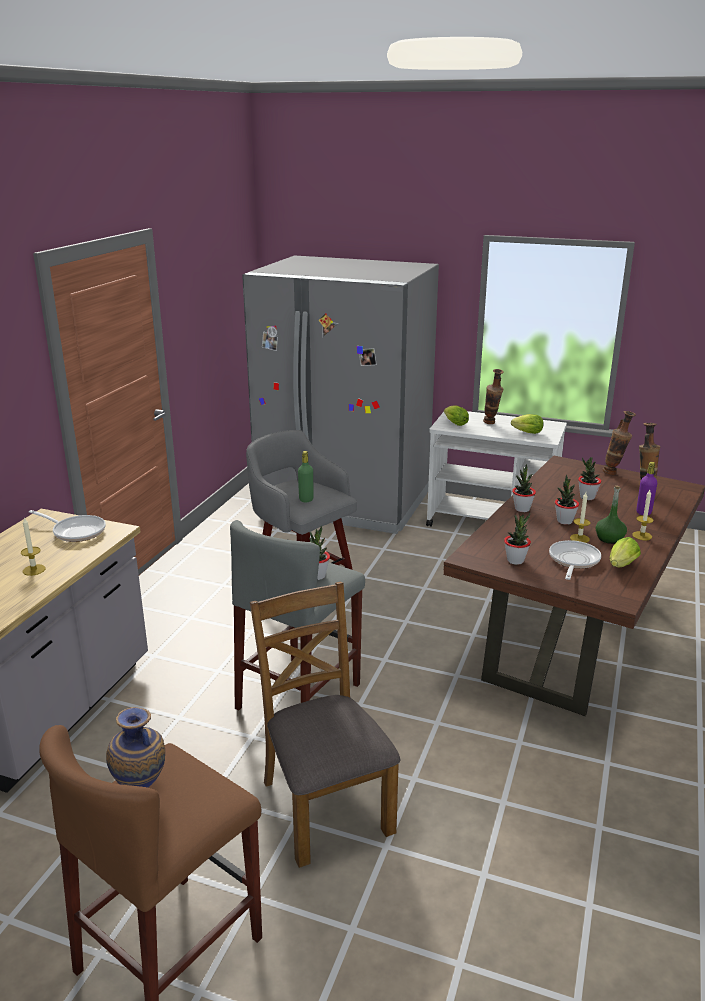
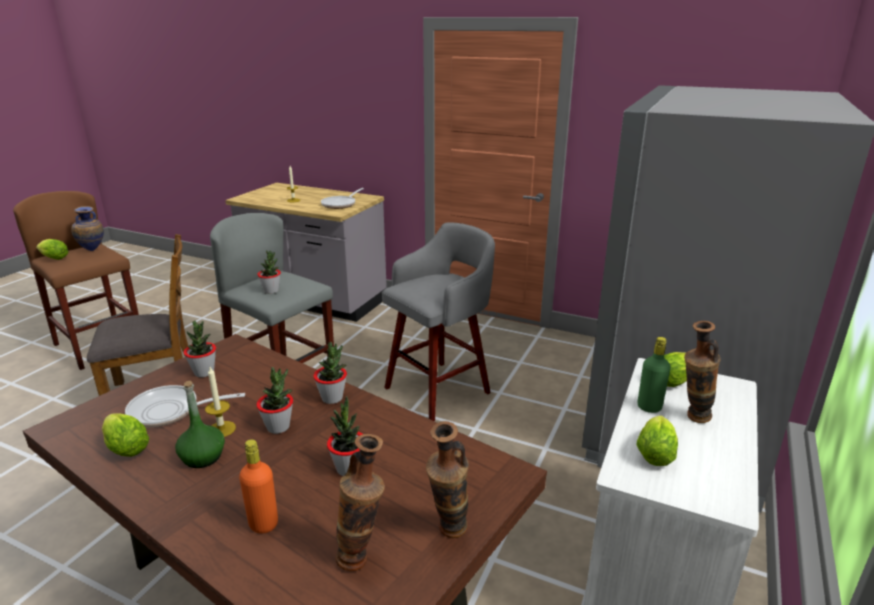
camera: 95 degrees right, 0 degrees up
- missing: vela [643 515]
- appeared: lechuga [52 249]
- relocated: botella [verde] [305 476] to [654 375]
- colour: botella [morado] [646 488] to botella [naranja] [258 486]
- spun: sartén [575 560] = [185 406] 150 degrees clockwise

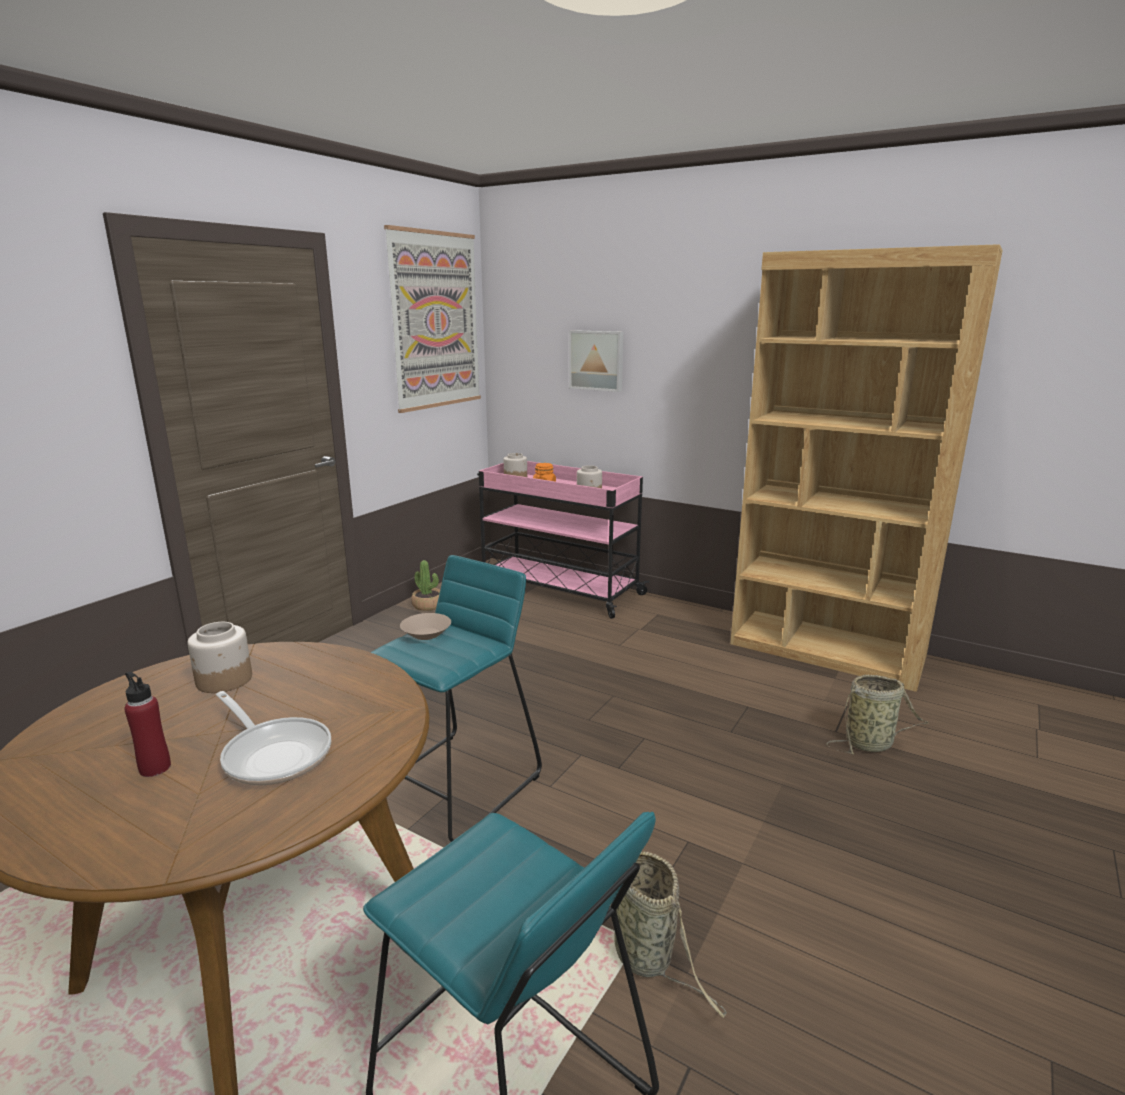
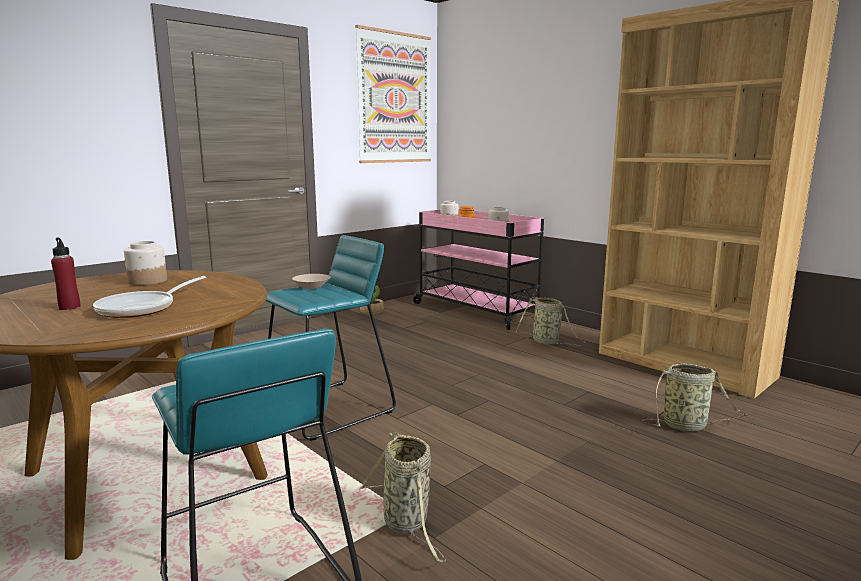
camera: 15 degrees right, 5 degrees down
- missing: cuadro [596 361]
- appeared: cesta [551 321]
- spun: sartén [273 738] = [149 297] 60 degrees clockwise

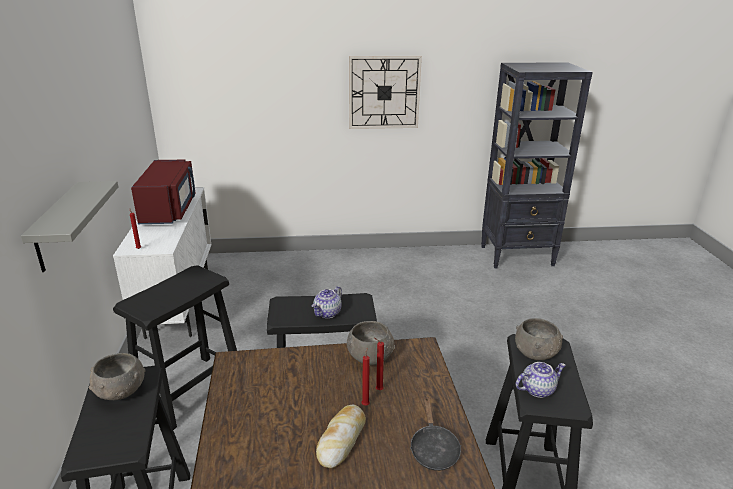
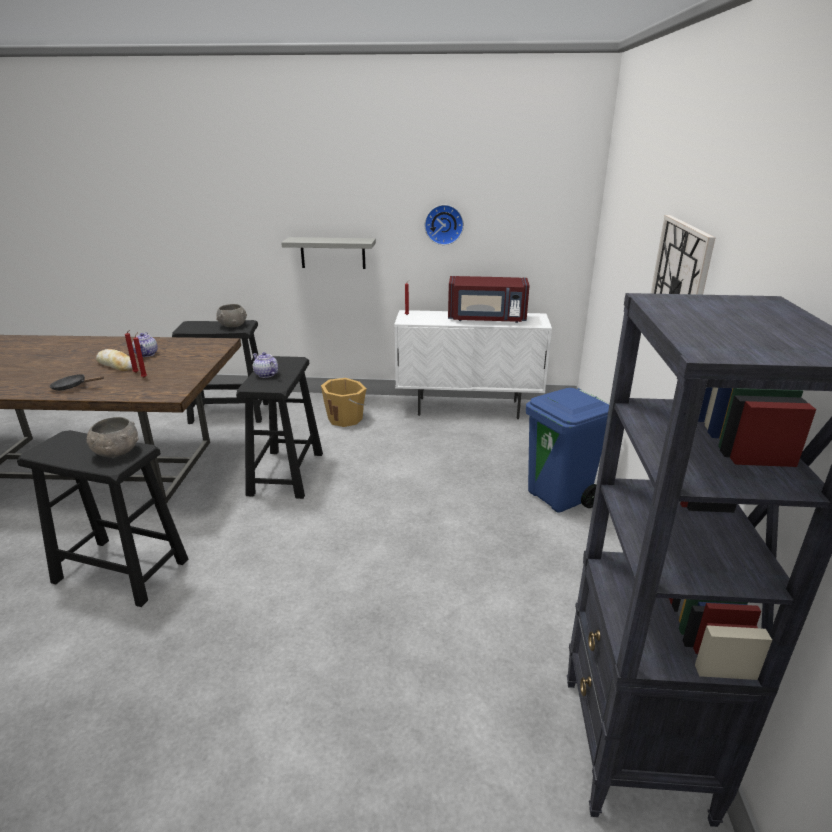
camera: 100 degrees right, 0 degrees up
- missing: cuenco [gris] [371 343]
- appeared: reloj de pared [444 225]
- appeared: papelera [azul] [568 450]
- relocated: tetera [540 380] to [145 344]
- exchanged: taburete [negro] [175 347] to cubo [naranja] [344 402]

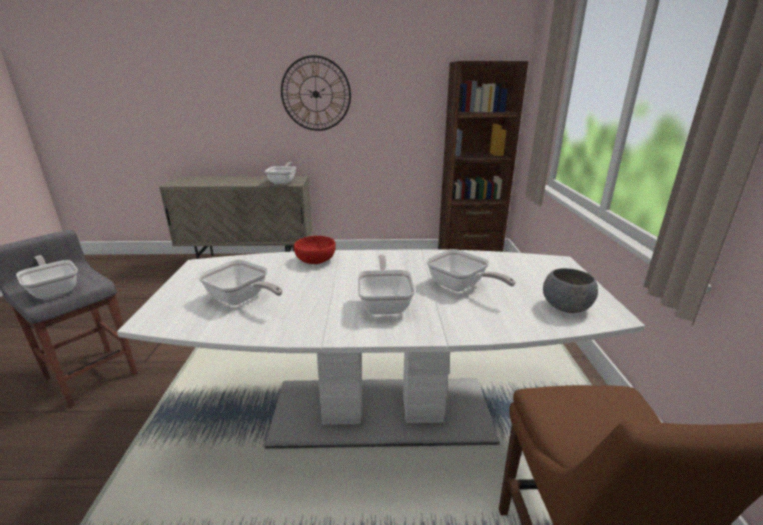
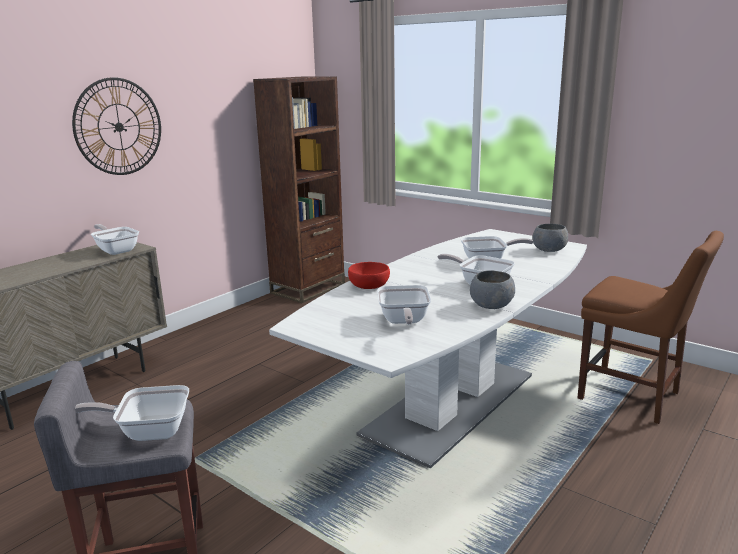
camera: 50 degrees left, 5 degrees down
- appeared: cuenco [gris] [492 289]
- spun: sartén [240 282] = [404 305] 105 degrees clockwise

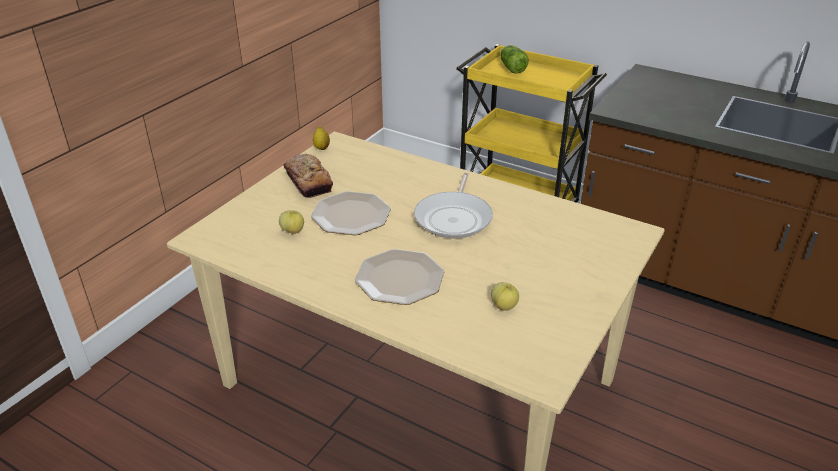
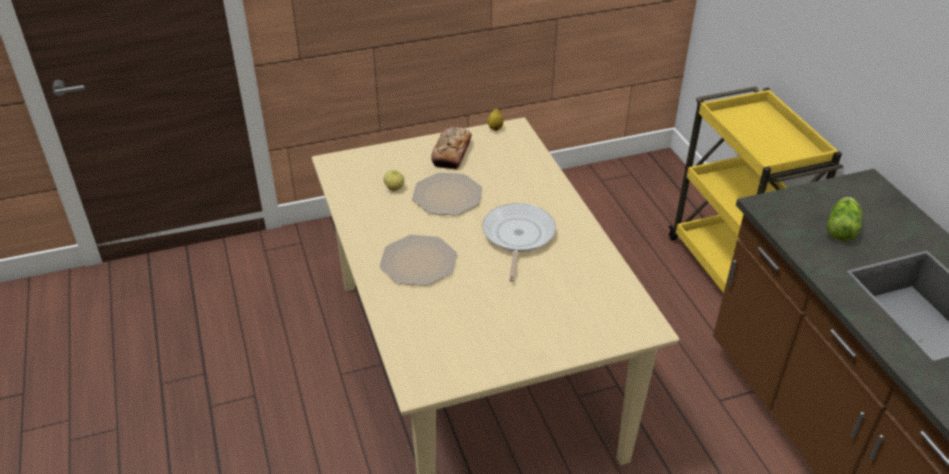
camera: 40 degrees right, 5 degrees up
- missing: manzana [505 296]
- relocated: lechuga [514 59] to [844 219]
- spun: sartén [453 205] = [519 242] 135 degrees clockwise

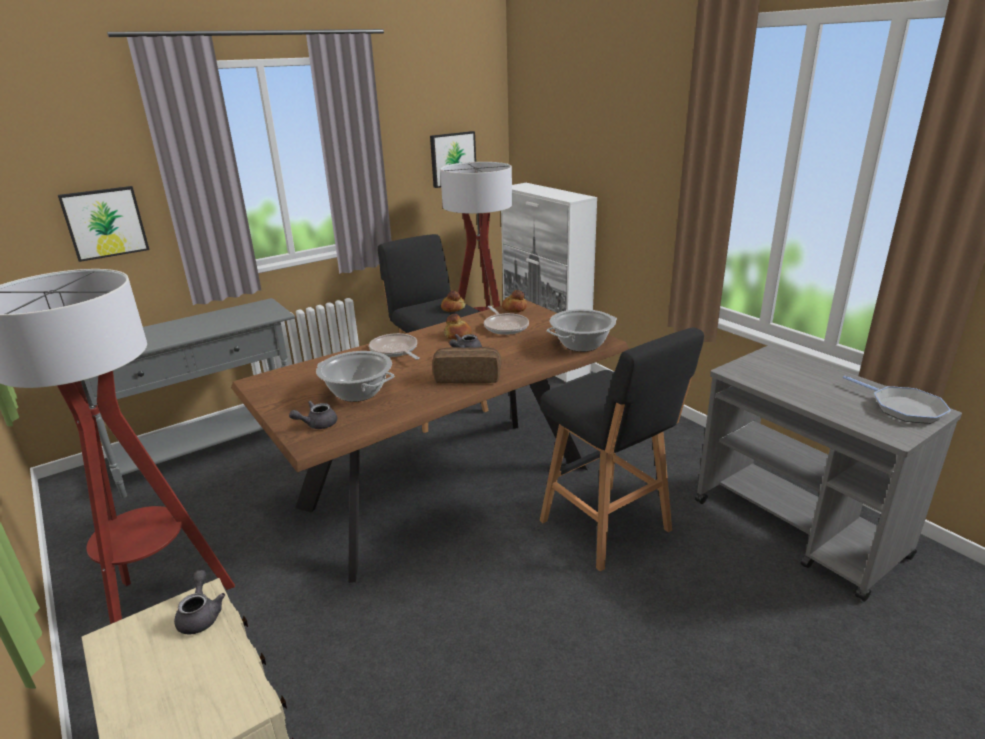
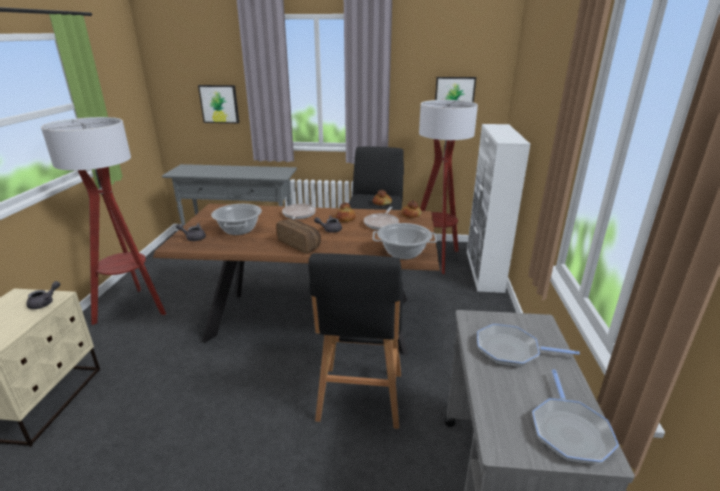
camera: 40 degrees right, 0 degrees up
- appeared: sartén [528 345]

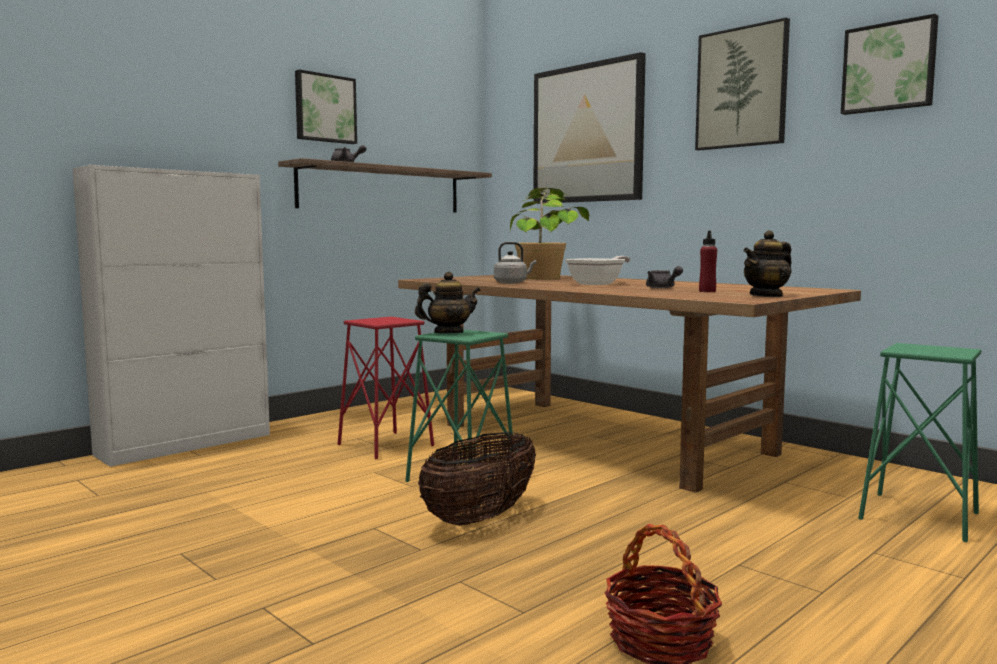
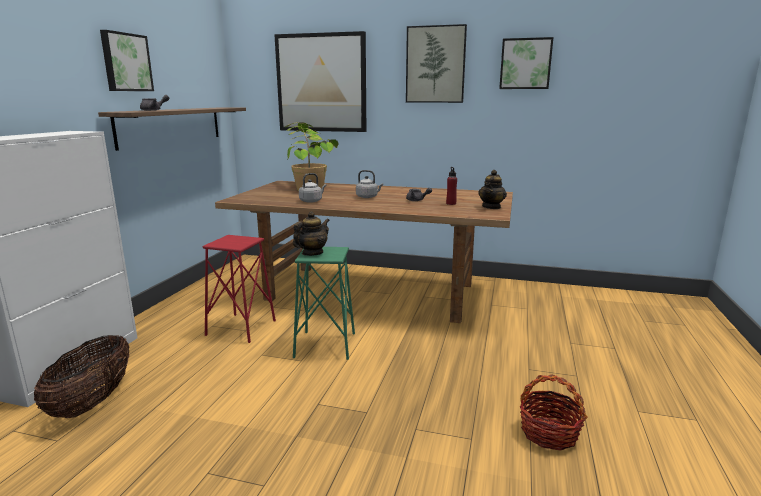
camera: 30 degrees left, 10 degrees up
- missing: taburete [verde] [919 442]
- relocated: cesta [477 479] to [81 376]
- exchanged: sartén [597 270] to hervidor [gris] [369 184]

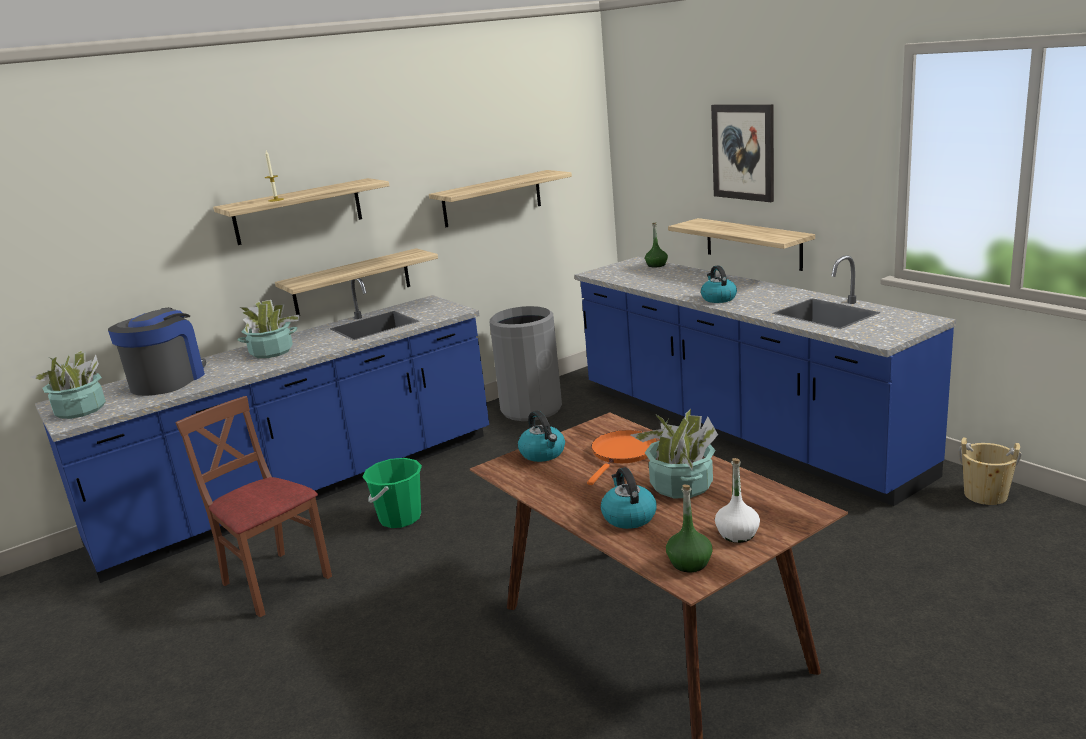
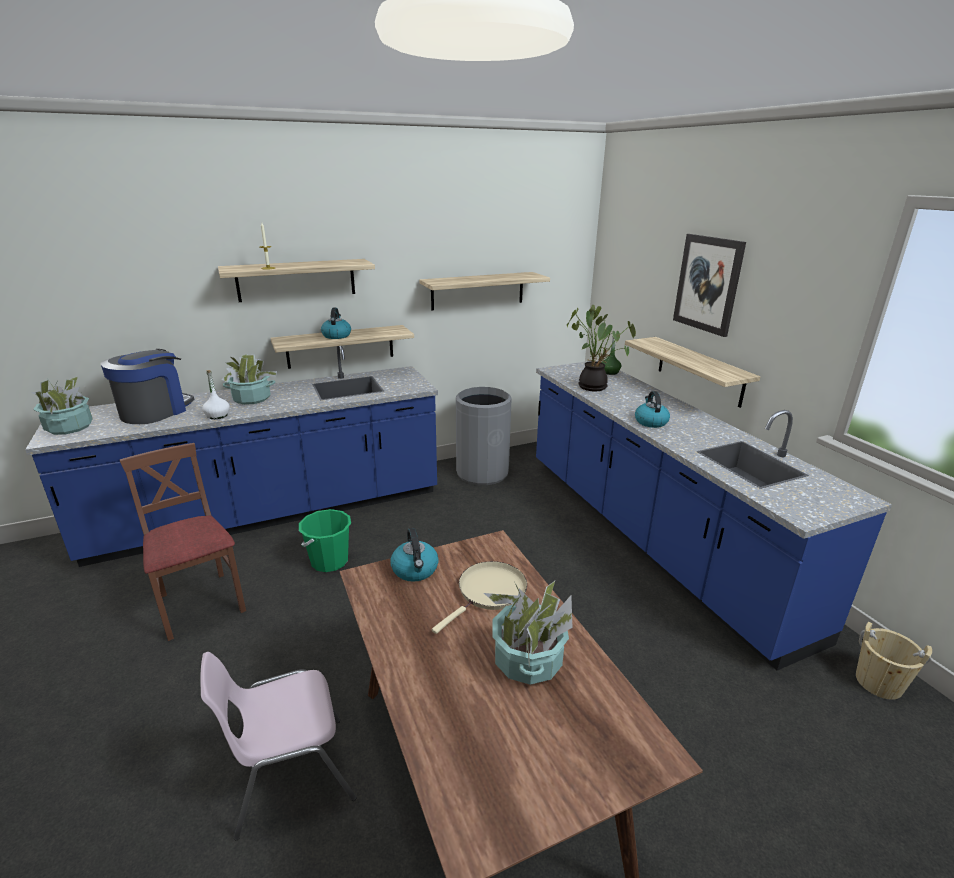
camera: 10 degrees right, 5 degrees up
- missing: botella [verde] [689 528]
- appeared: silla [rosa] [278 746]
- appeared: planta en maceta [601 348]
- relocated: hervidor [628 498] to [336 323]
- relocated: botella [blanco] [737 500] to [216 394]
- colour: sartén [naranja] [622 457] to sartén [beis] [479 597]

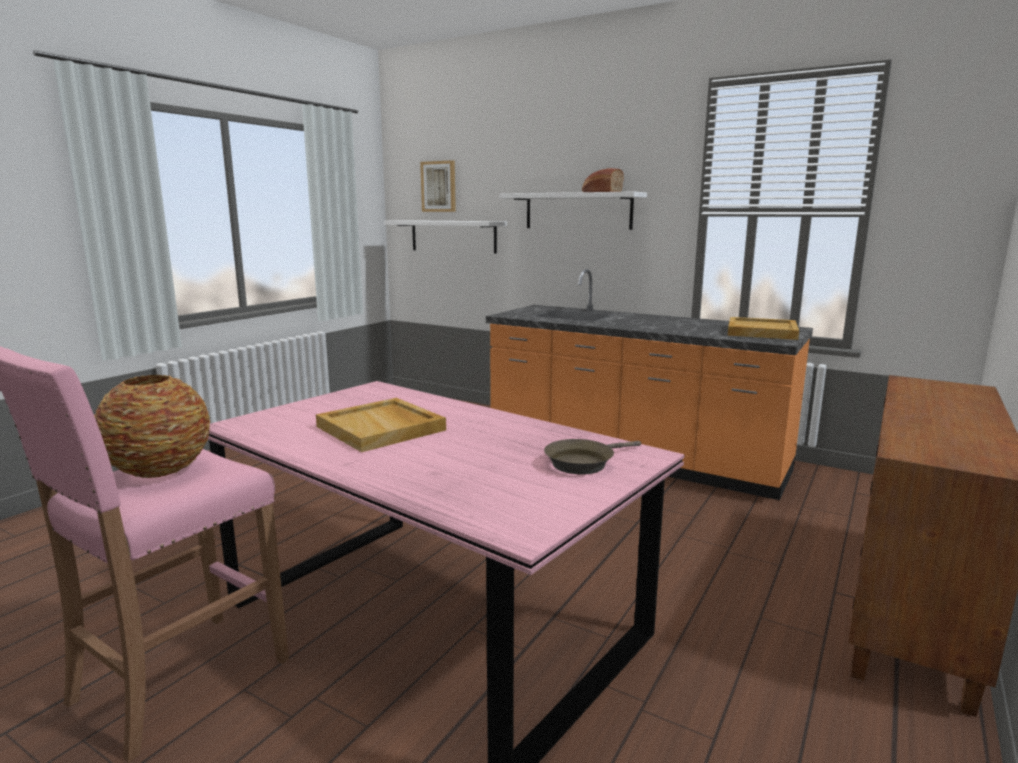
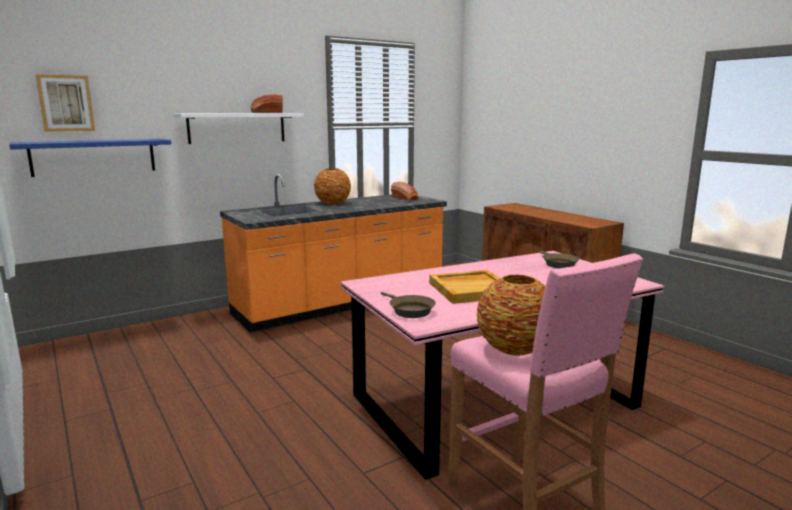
camera: 65 degrees left, 0 degrees up
- appeared: florero [332 186]
- appeared: sartén [marrón] [408 305]
- exchanged: bandeja [beis] [763 328] to pan [404 191]
- colour: estante [blanco] [446 237] to estante [azul] [90 158]

